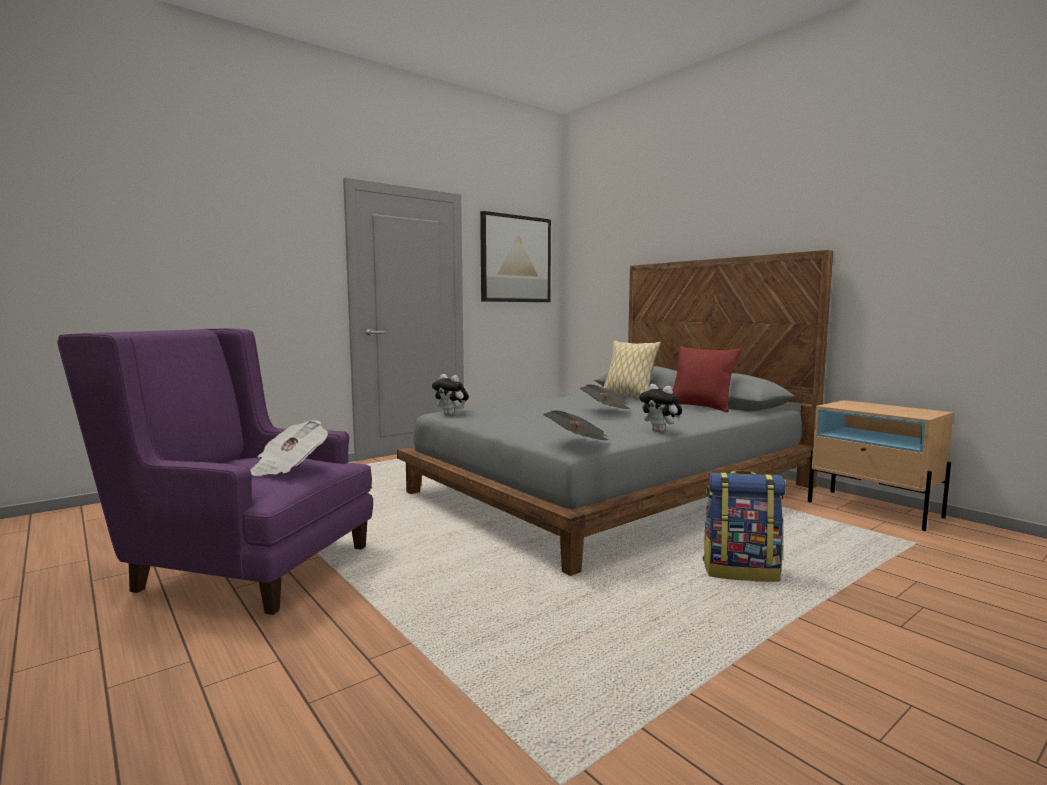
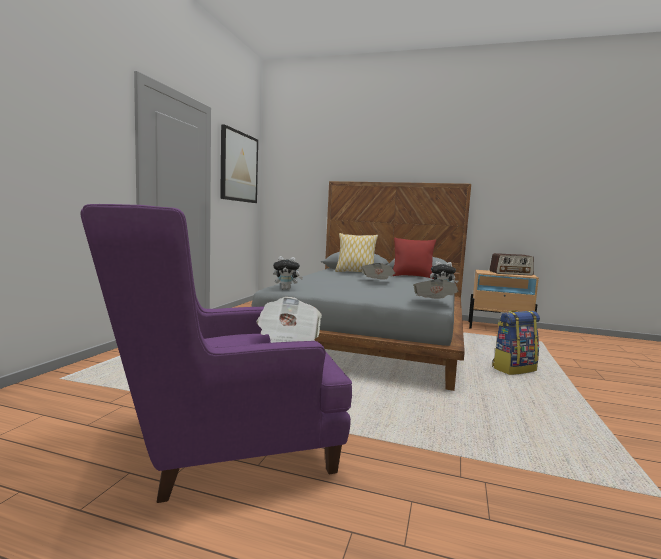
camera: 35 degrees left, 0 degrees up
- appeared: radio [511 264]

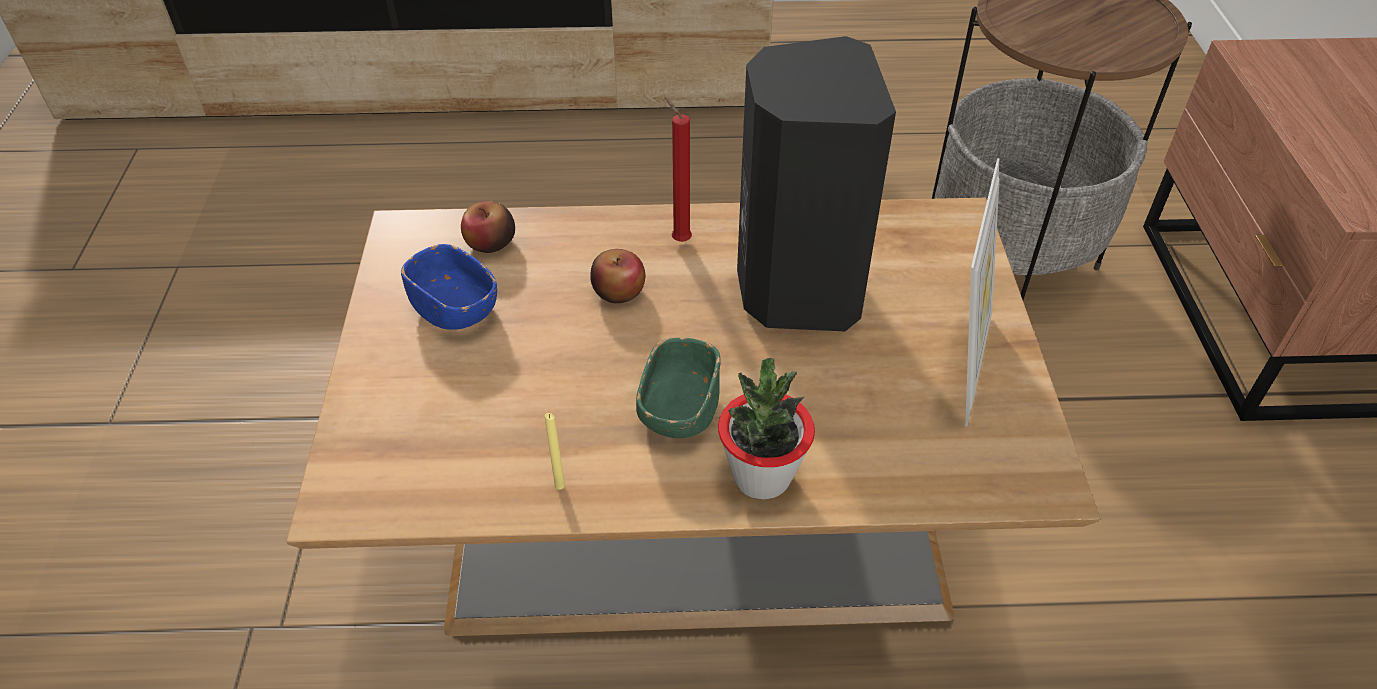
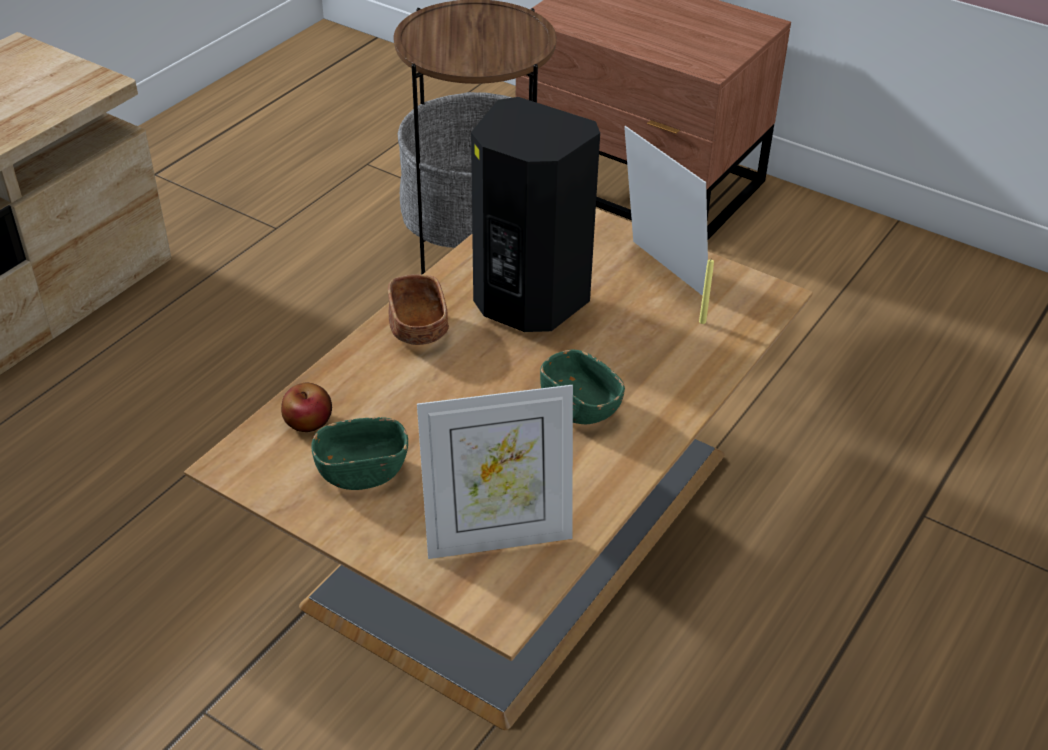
camera: 55 degrees left, 5 degrees down
- missing: manzana [617 276]
- missing: planta en maceta [766 429]
- appeared: portarretratos [495 472]
- relocated: vela [amarillo] [555 451] to [706 292]
- exchanged: vela [rojo] [678 169] to cuenco [marrón] [418 309]
- colour: cuenco [azul] [449 287] to cuenco [verde] [359 453]

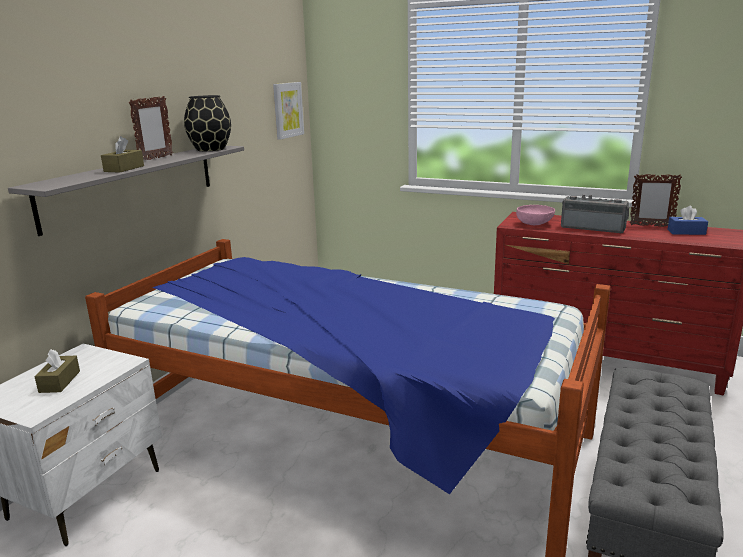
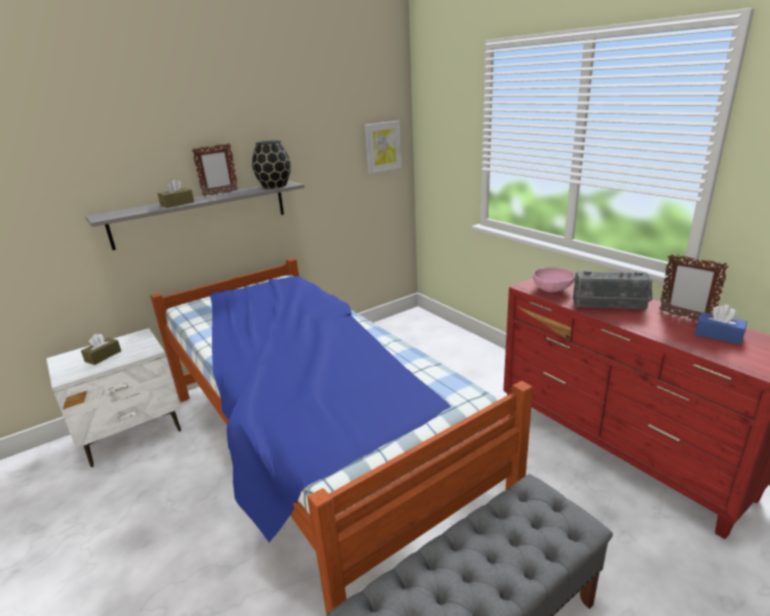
camera: 30 degrees right, 5 degrees up
- spun: radio [595 214] = [613 289] 135 degrees clockwise

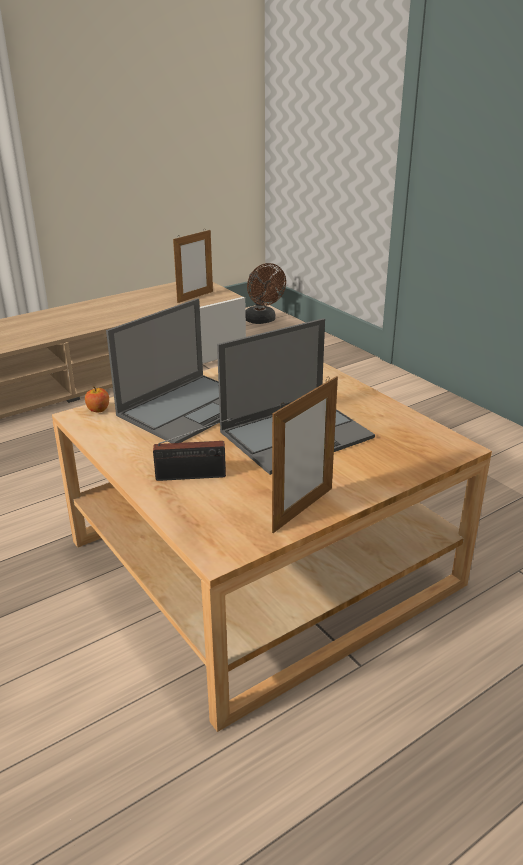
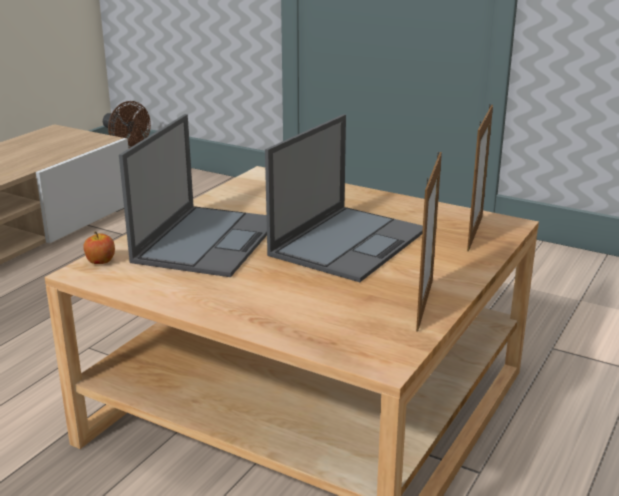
camera: 25 degrees left, 5 degrees down
- missing: radio [192 449]
- relocated: portarretratos [193 266] to [480 178]

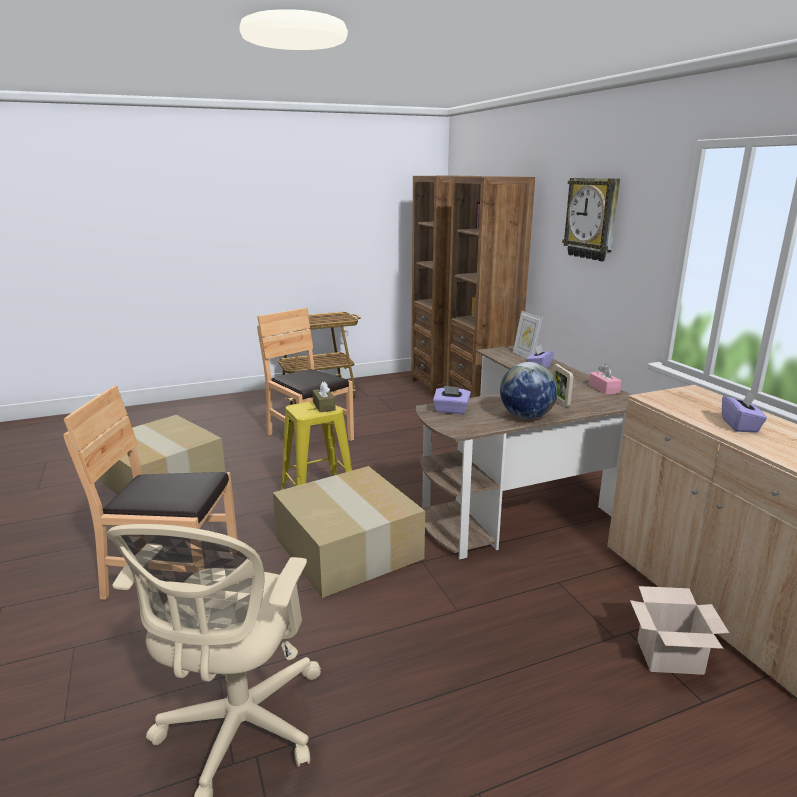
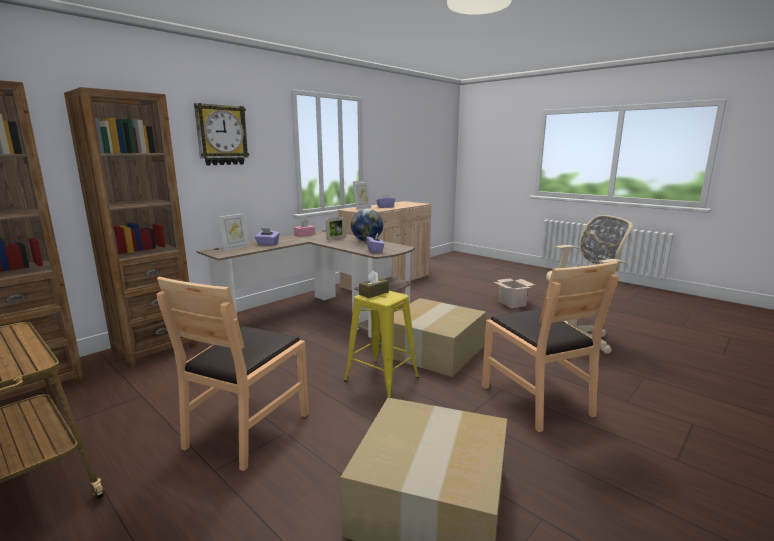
camera: 115 degrees left, 5 degrees down
- appeared: portarretratos [362 195]
- relocated: caja de cartón [679 630] to [514 293]

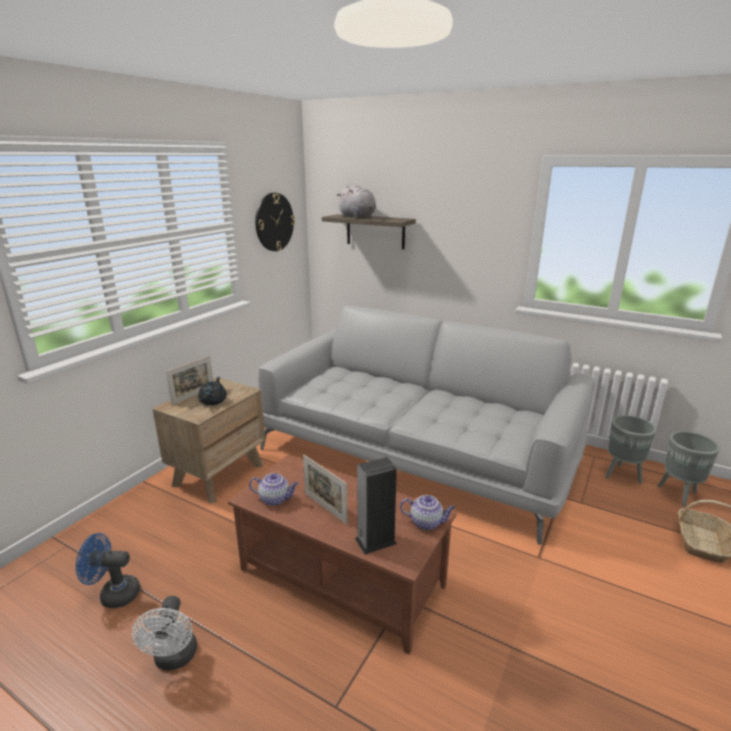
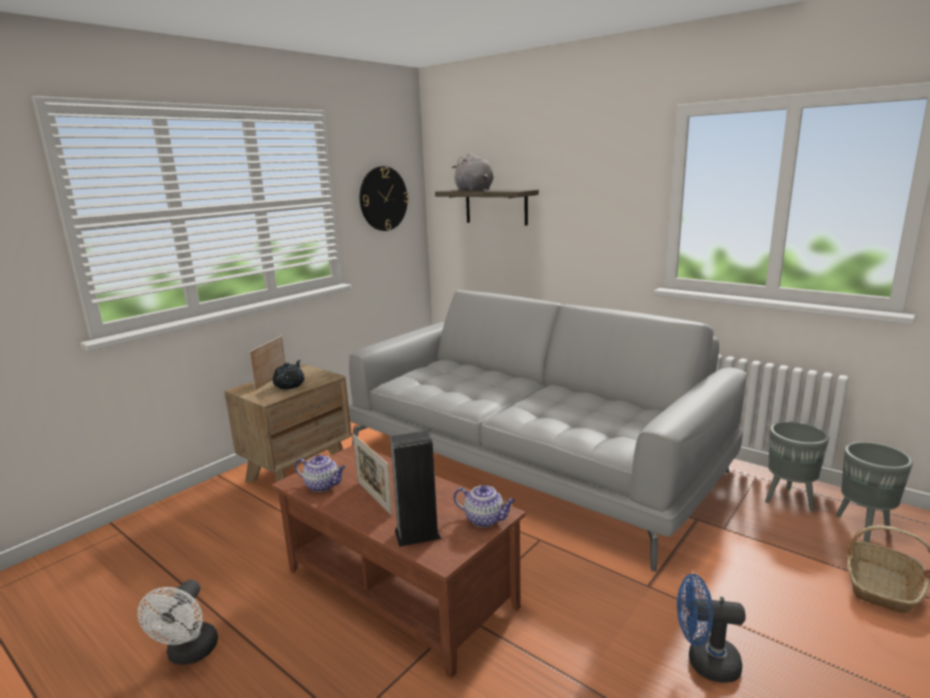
camera: 10 degrees right, 5 degrees down
- relocated: ventilador [azul] [108 570] to [711 628]
- spun: portarretratos [189 380] = [267 362] 150 degrees clockwise

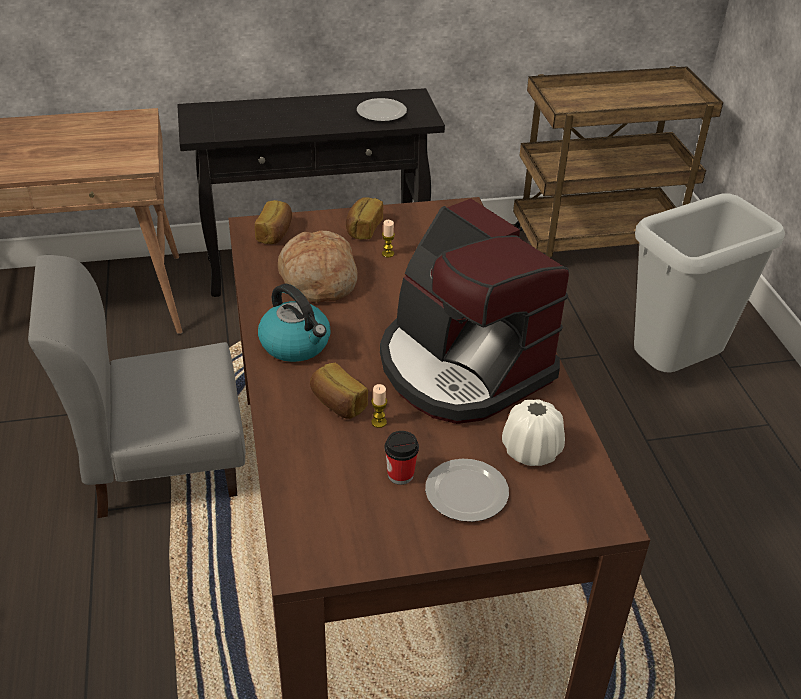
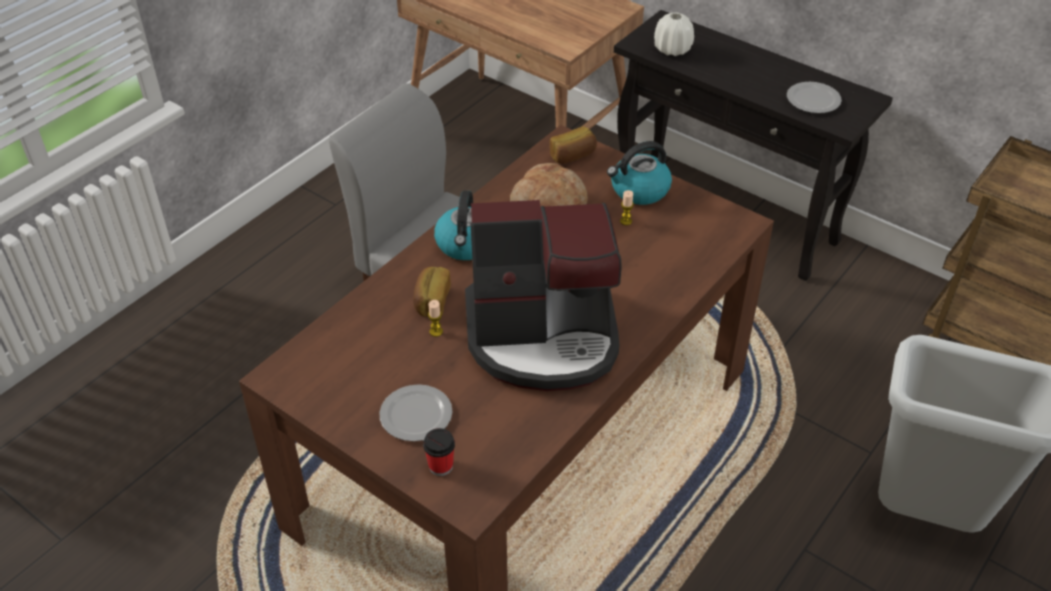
camera: 50 degrees right, 5 degrees up
- relocated: taza [401 458] to [439 452]
- relocated: florero [blanco] [533 432] to [674 34]
- exchanged: pan [364 218] to hervidor [639 173]
- spun: cafetera [474 311] = [543 295] 105 degrees counterclockwise

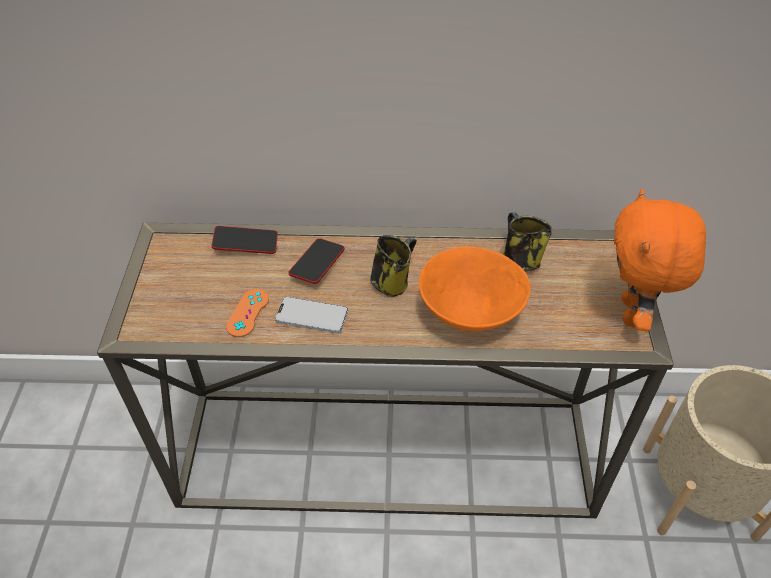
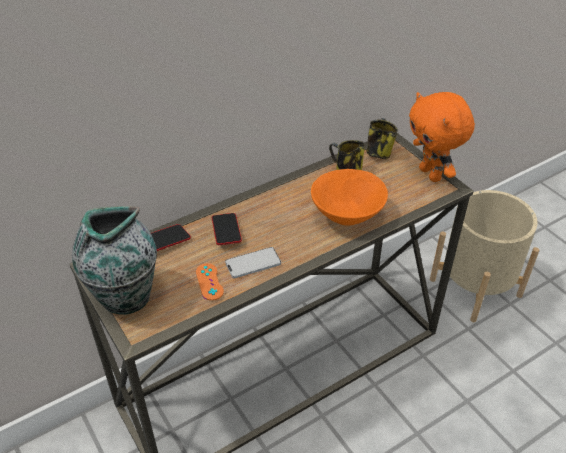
camera: 35 degrees left, 5 degrees down
- appeared: florero [114 260]
- relocated: taza grande [393 266] to [382 138]

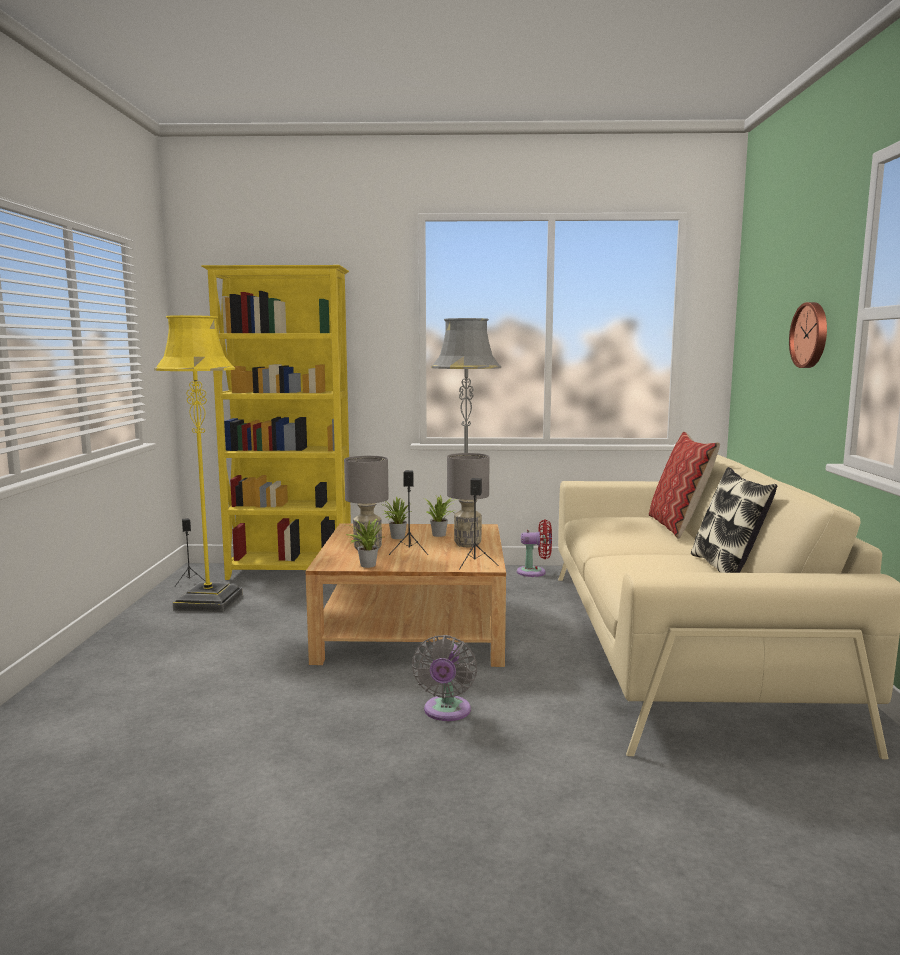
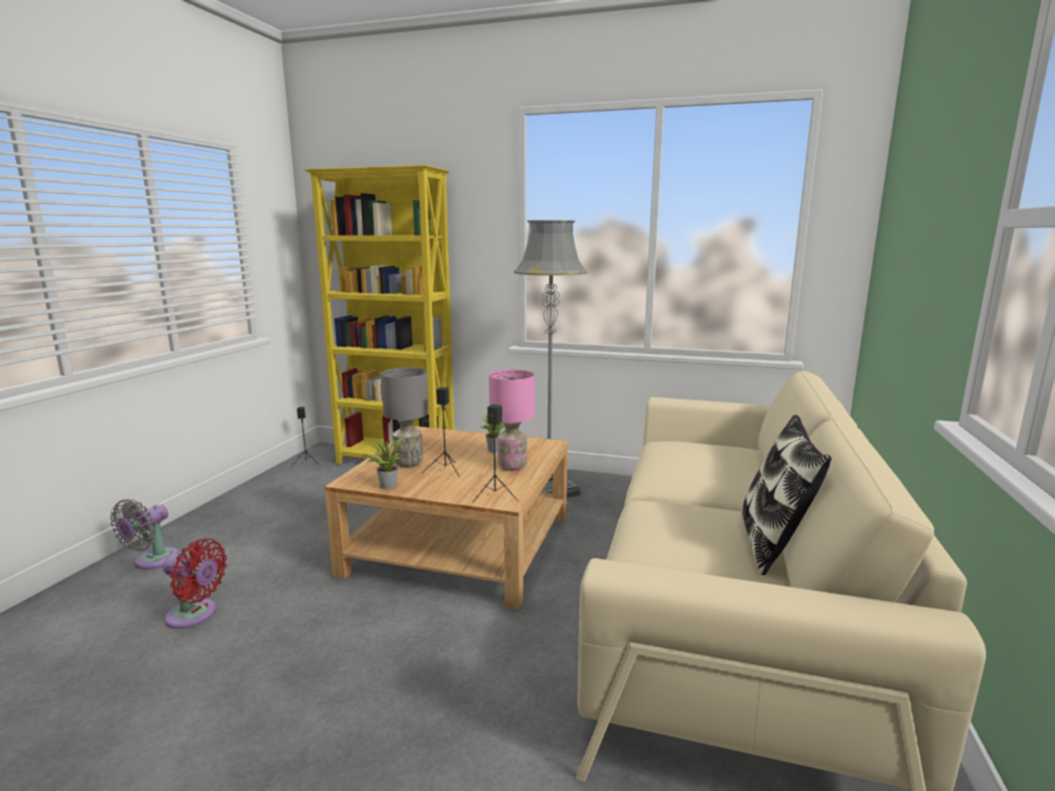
camera: 15 degrees right, 5 degrees up
- missing: lámpara de pie [amarillo] [198 463]
- missing: planta en maceta [398 518]
- missing: cojín [684 485]
- missing: reloj de pared [808 335]
- relocated: ventilador [gris] [444 678] to [144 534]
- relocated: ventilador [rojo] [534 548] to [195 583]
- colour: lámpara de mesa [gris] [468 500] to lámpara de mesa [rosa] [512 420]

